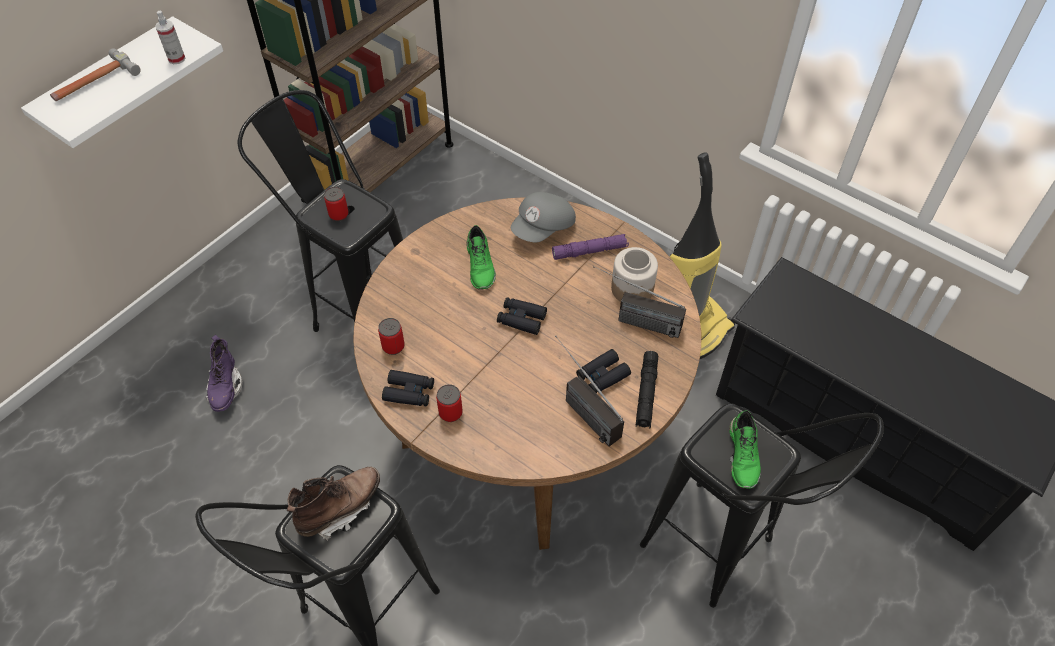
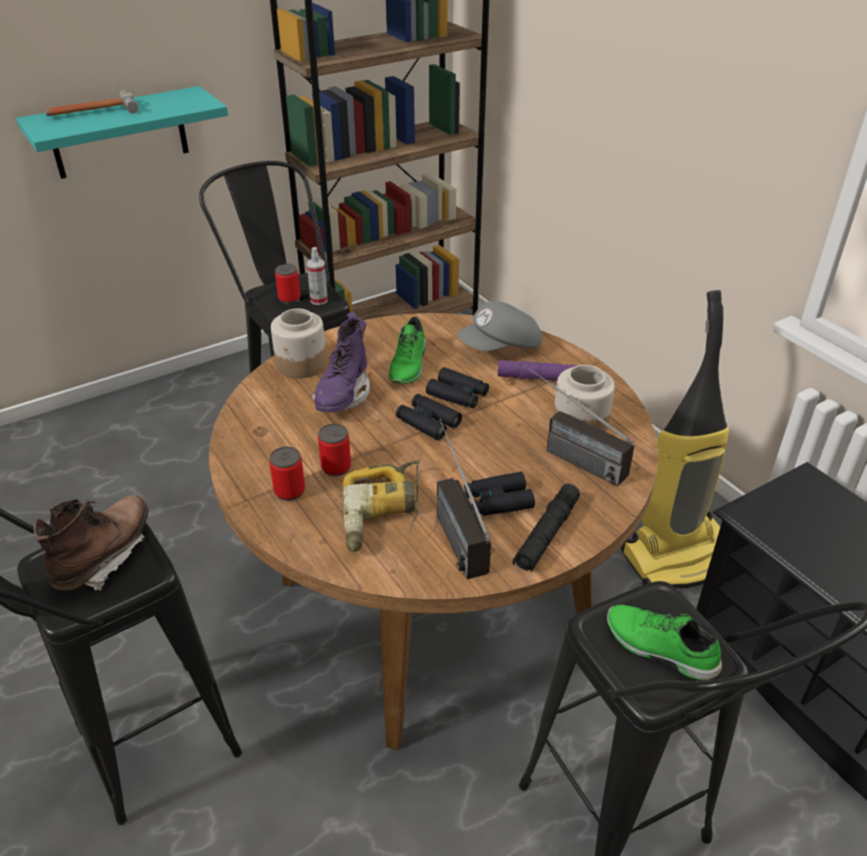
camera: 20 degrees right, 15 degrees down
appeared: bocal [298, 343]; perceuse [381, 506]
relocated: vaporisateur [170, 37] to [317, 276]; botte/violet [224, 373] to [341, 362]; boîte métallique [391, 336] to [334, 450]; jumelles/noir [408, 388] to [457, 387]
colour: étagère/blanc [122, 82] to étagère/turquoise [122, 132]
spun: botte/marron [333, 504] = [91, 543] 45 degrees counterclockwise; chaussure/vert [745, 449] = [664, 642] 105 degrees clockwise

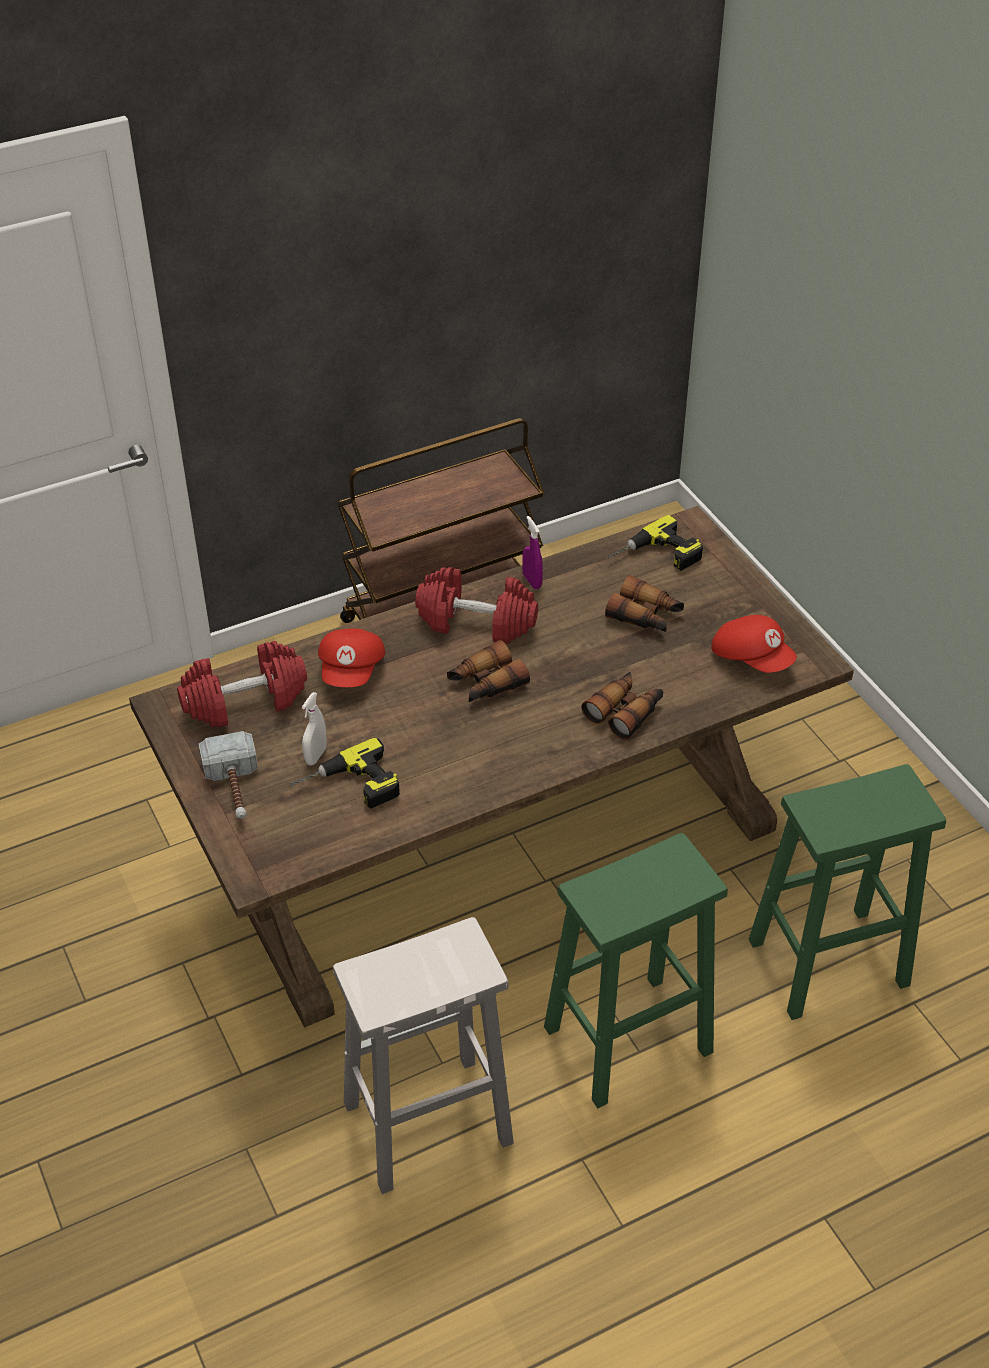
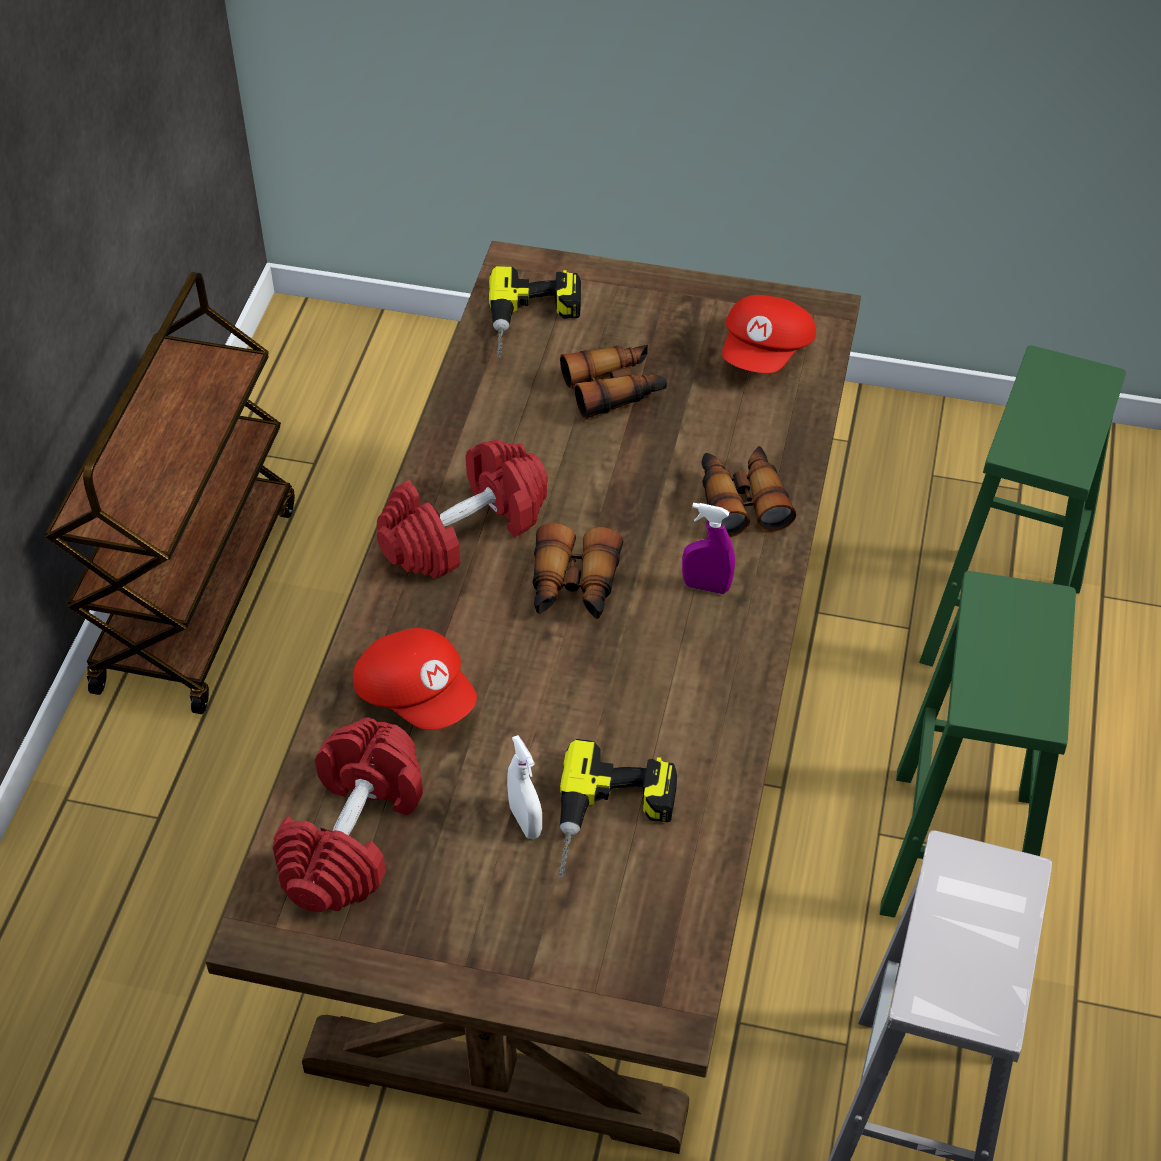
camera: 50 degrees left, 5 degrees up
missing: marteau [228, 774]
relocated: vaporisateur/violet [532, 552] to [708, 548]
spun: casquette/rouge [754, 644] = [769, 334] 120 degrees clockwise

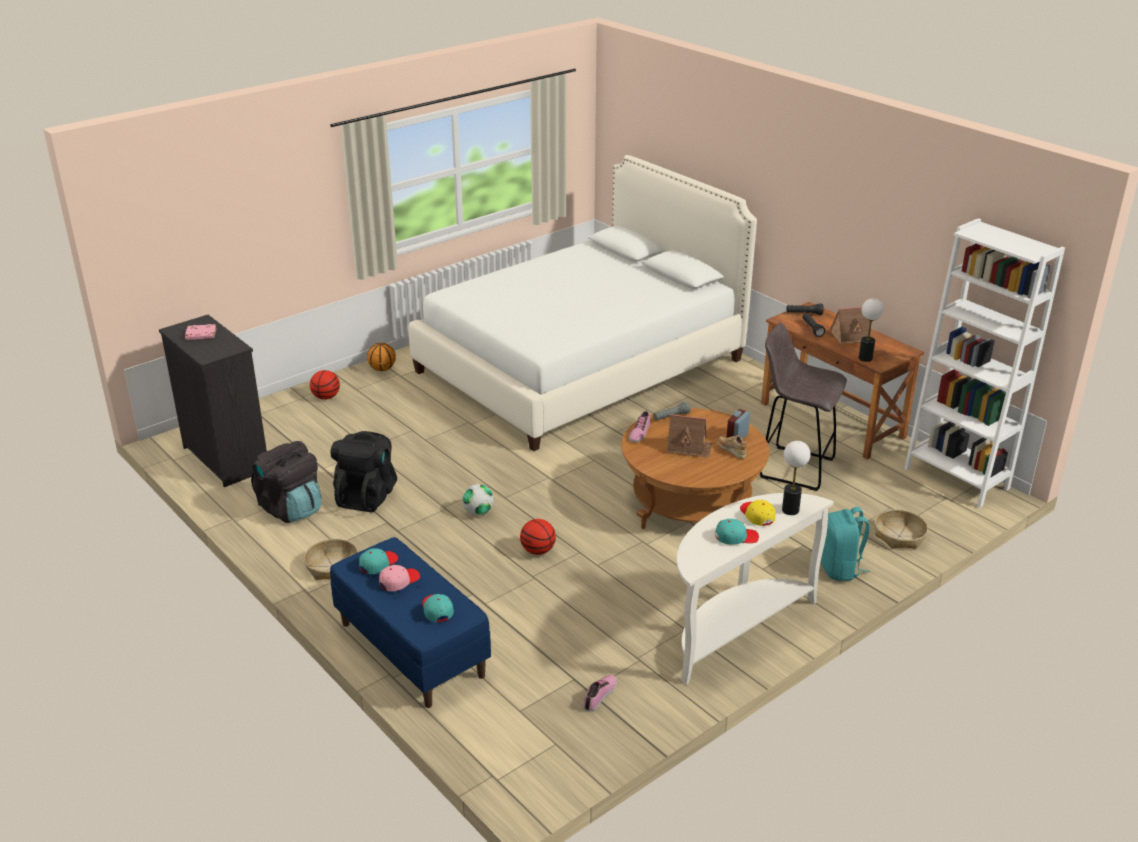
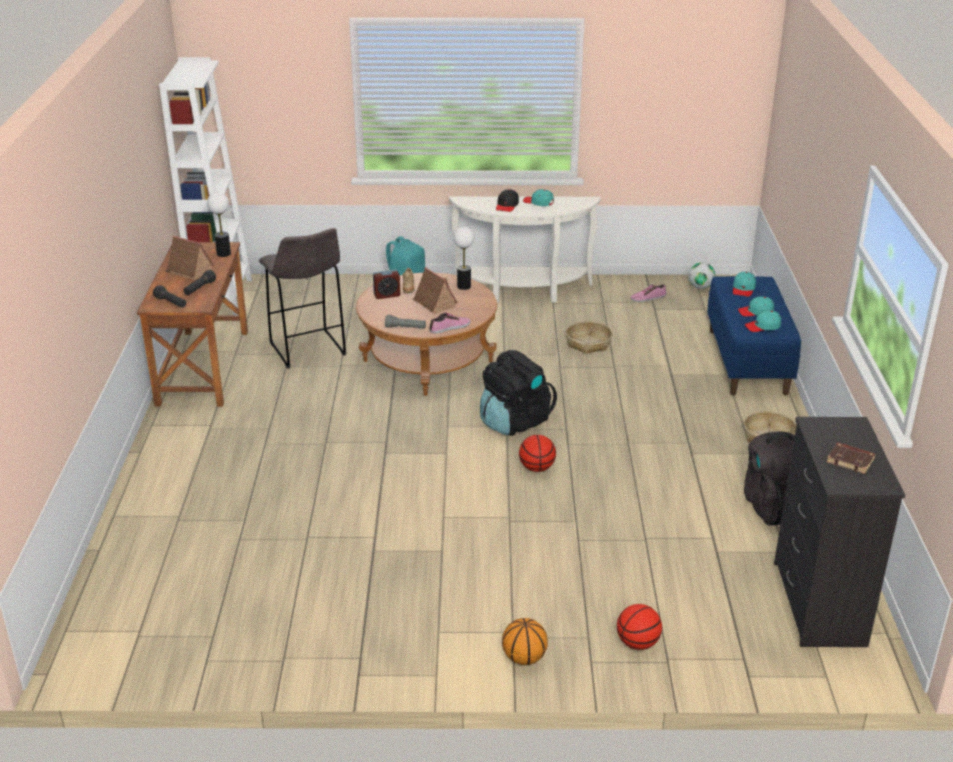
camera: 140 degrees left, 0 degrees up
missing: lit/blanc [583, 303]
relocated: sac à dos/noir [364, 471] to [518, 393]; ballon de foot [478, 500] to [701, 275]; ballon de basket [538, 537] to [537, 453]; lampe de table [796, 478] to [463, 258]; panier [901, 529] to [589, 337]
colour: livre/rose [201, 332] to livre/marron [851, 458]; casquette/rose [399, 578] to casquette/turquoise [756, 307]; casquette/jaune [758, 513] to casquette/noir [507, 200]

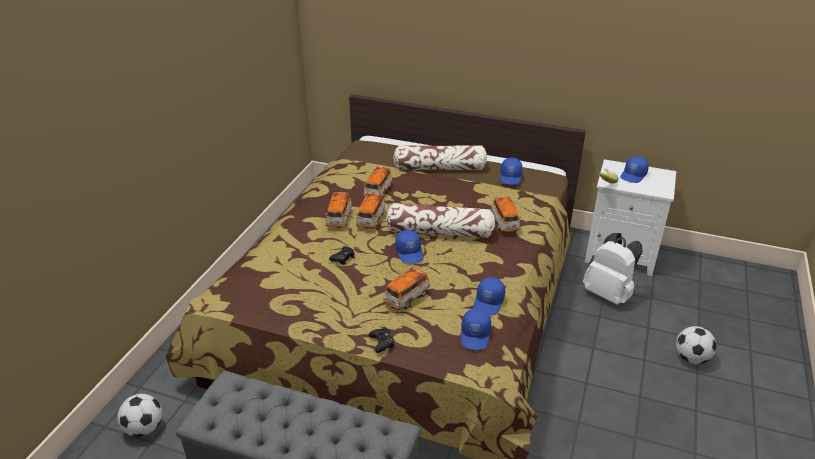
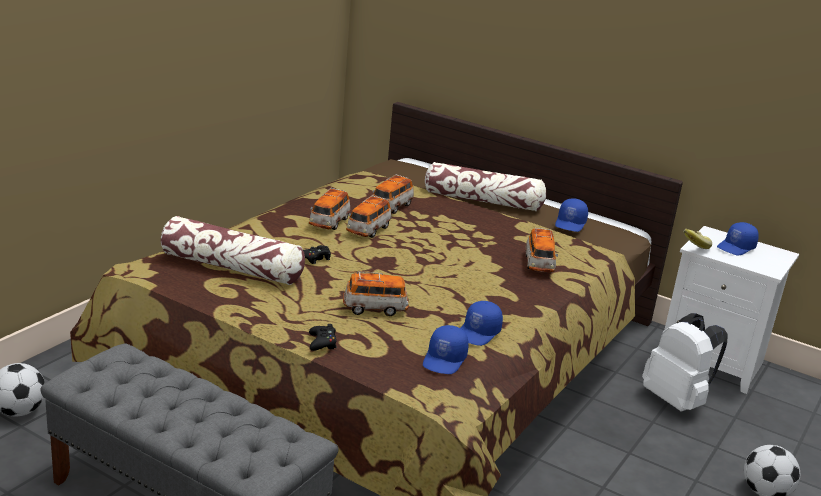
camera: 10 degrees right, 10 degrees down
missing: casquette/bleu [409, 247]
relocated: coussin [440, 220] to [233, 250]
spun: petite voiture [406, 288] = [376, 293] 150 degrees counterclockwise

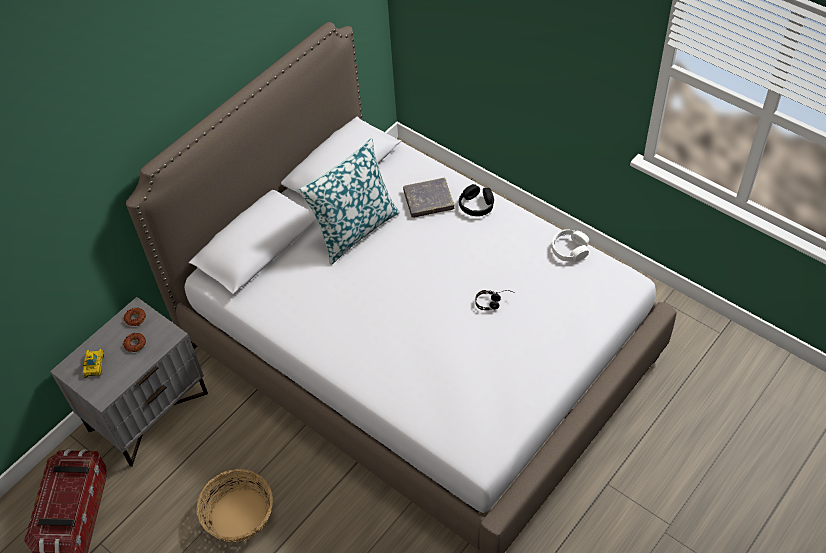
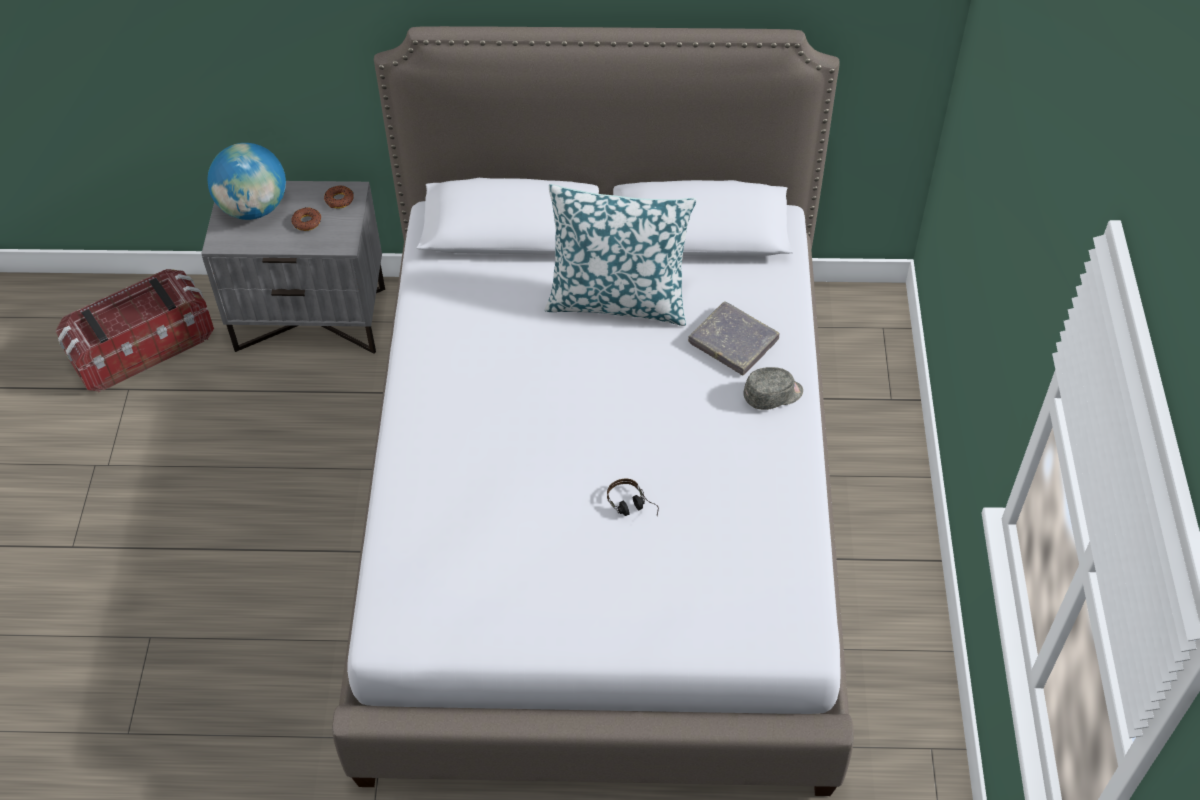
camera: 50 degrees right, 0 degrees up
missing: panier [235, 505]; casque audio/blanc [570, 245]
exchanged: petite voiture [93, 363] to globe [247, 181]; casque audio/noir [476, 200] to casquette/gris [773, 388]

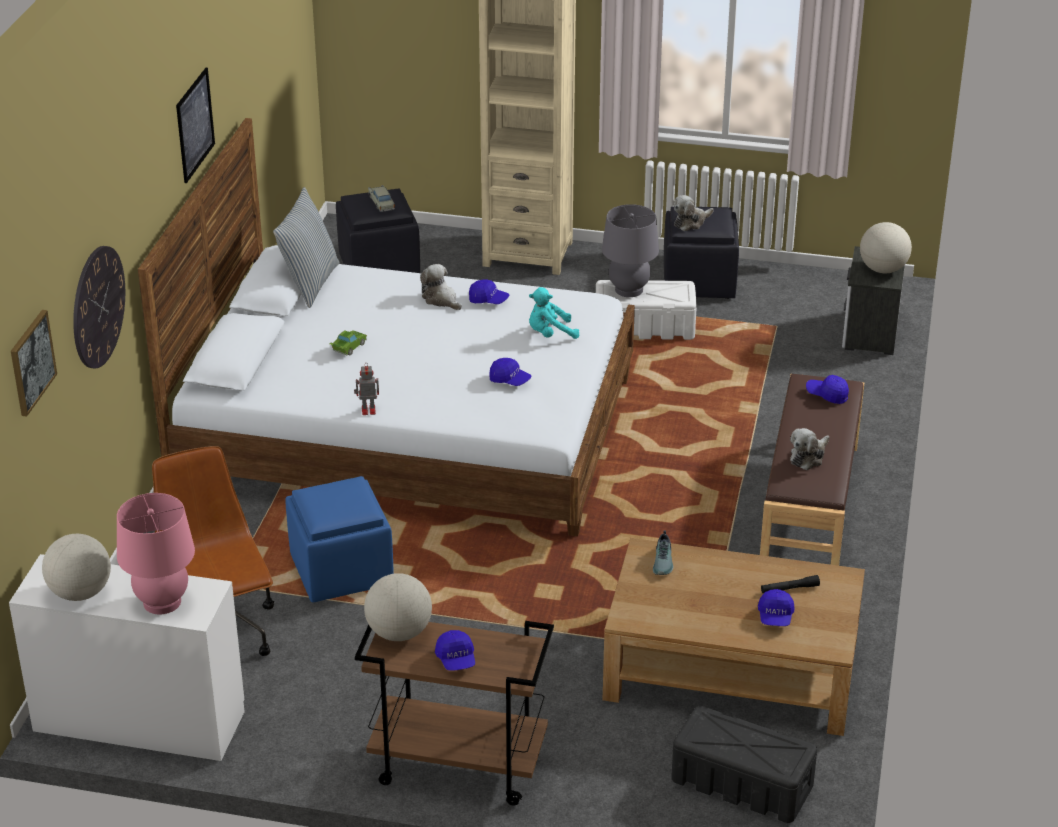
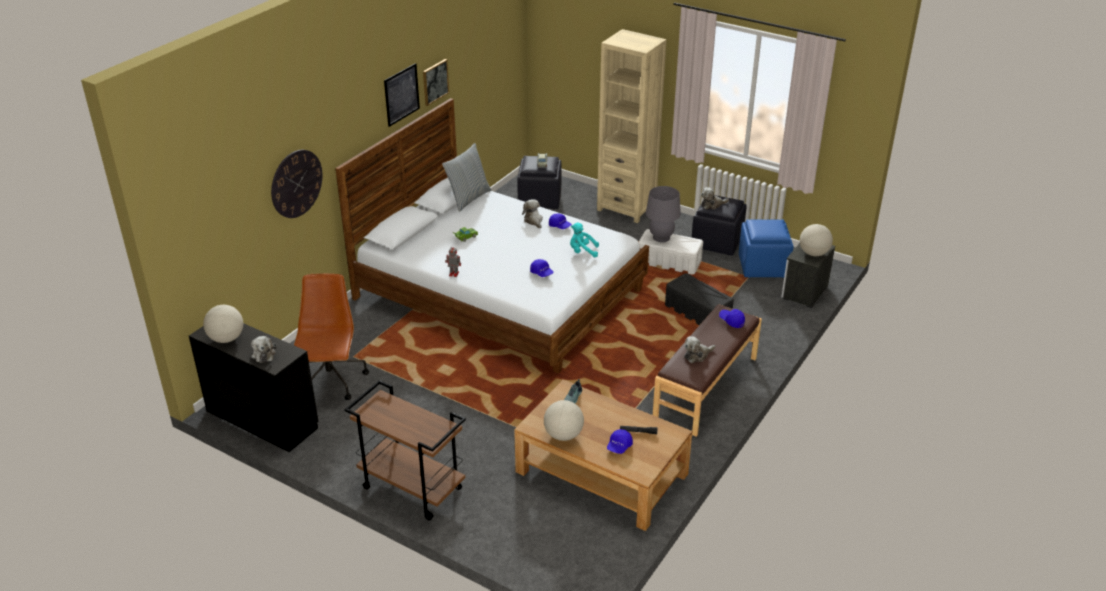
camera: 20 degrees right, 0 degrees up
missing: casquette/bleu [455, 650]
relocated: tableau [34, 363] to [436, 82]; pouf/bleu [339, 539] to [766, 248]; globe [398, 607] to [564, 420]; boîte de rangement/noir [744, 764] to [699, 299]
exchanged: lampe de table/rose [156, 553] to peluche [263, 349]
colour: bureau/blanc [127, 657] to bureau/noir [253, 387]

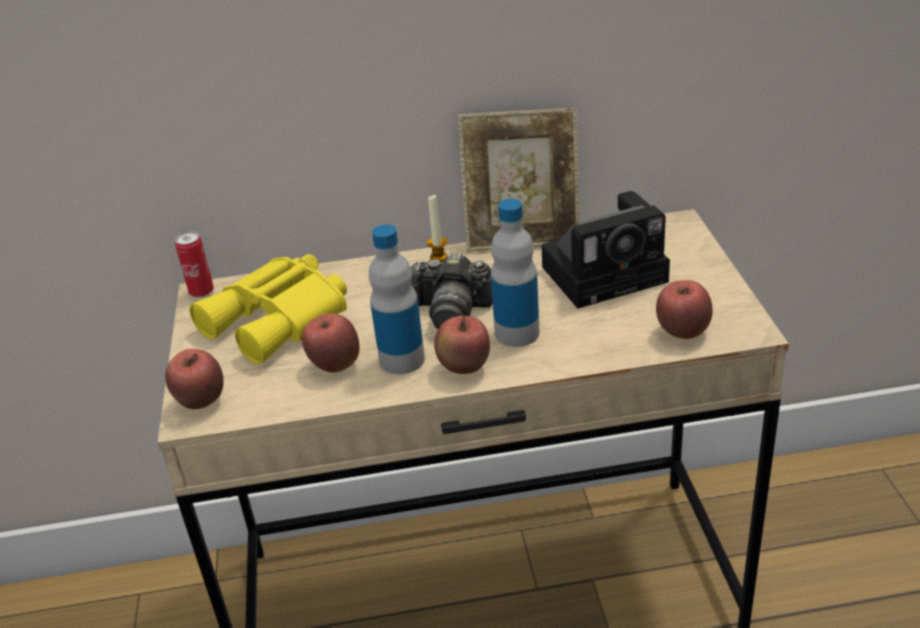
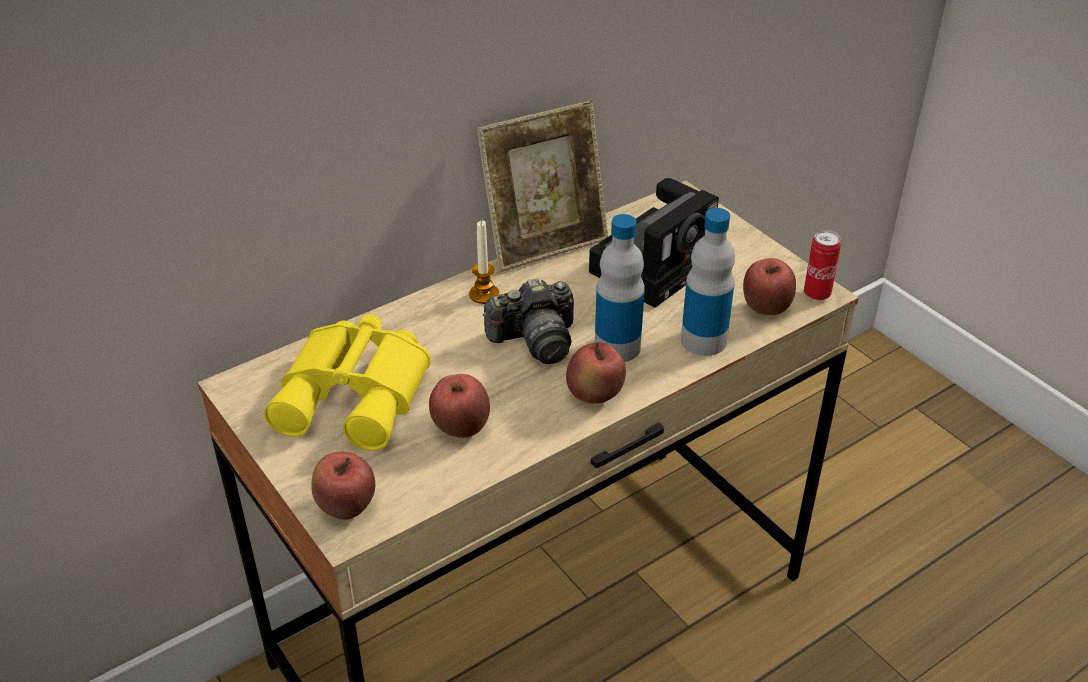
camera: 30 degrees left, 5 degrees up
relocated: boîte métallique [194, 264] to [822, 265]; bouteille [397, 299] to [708, 282]

